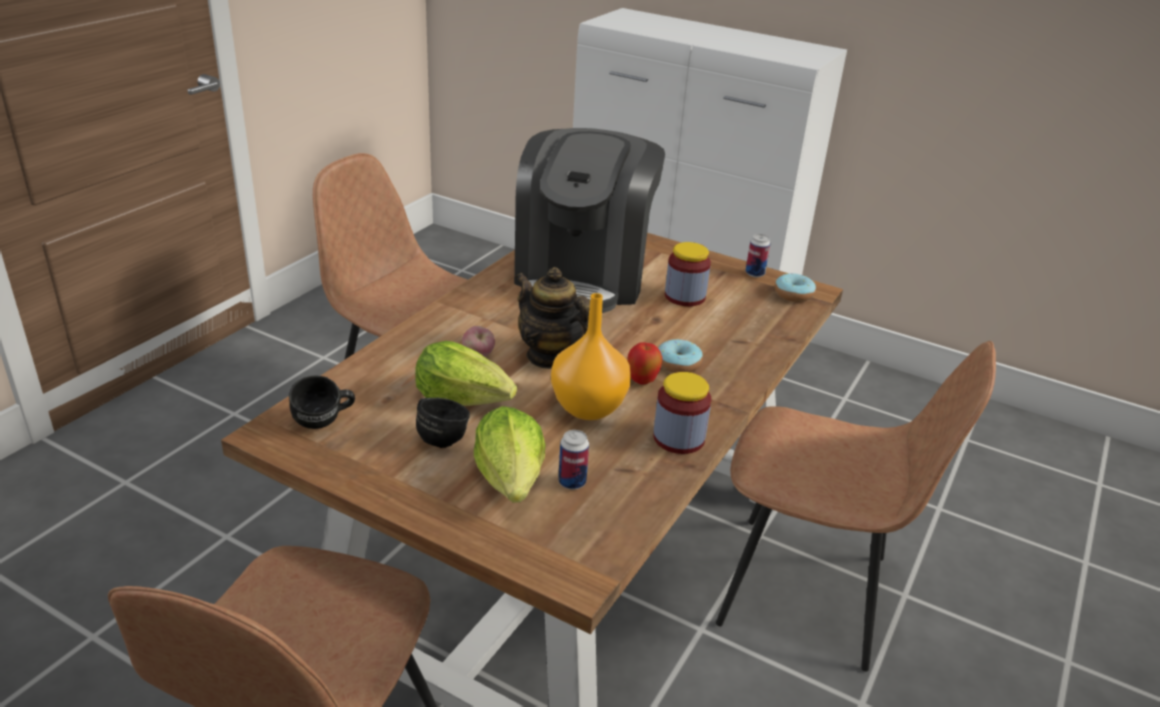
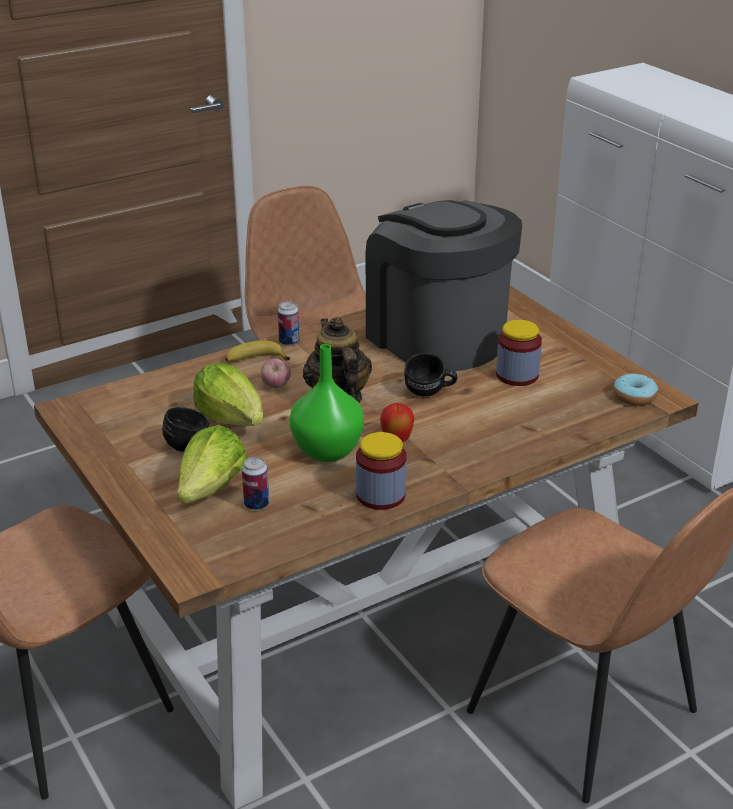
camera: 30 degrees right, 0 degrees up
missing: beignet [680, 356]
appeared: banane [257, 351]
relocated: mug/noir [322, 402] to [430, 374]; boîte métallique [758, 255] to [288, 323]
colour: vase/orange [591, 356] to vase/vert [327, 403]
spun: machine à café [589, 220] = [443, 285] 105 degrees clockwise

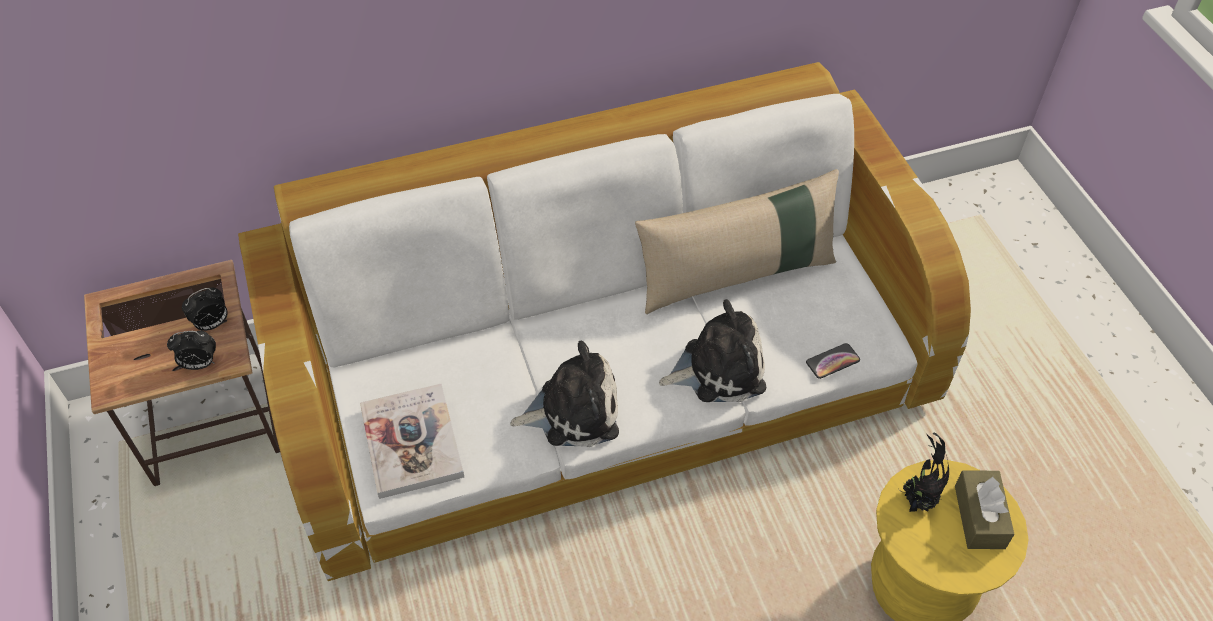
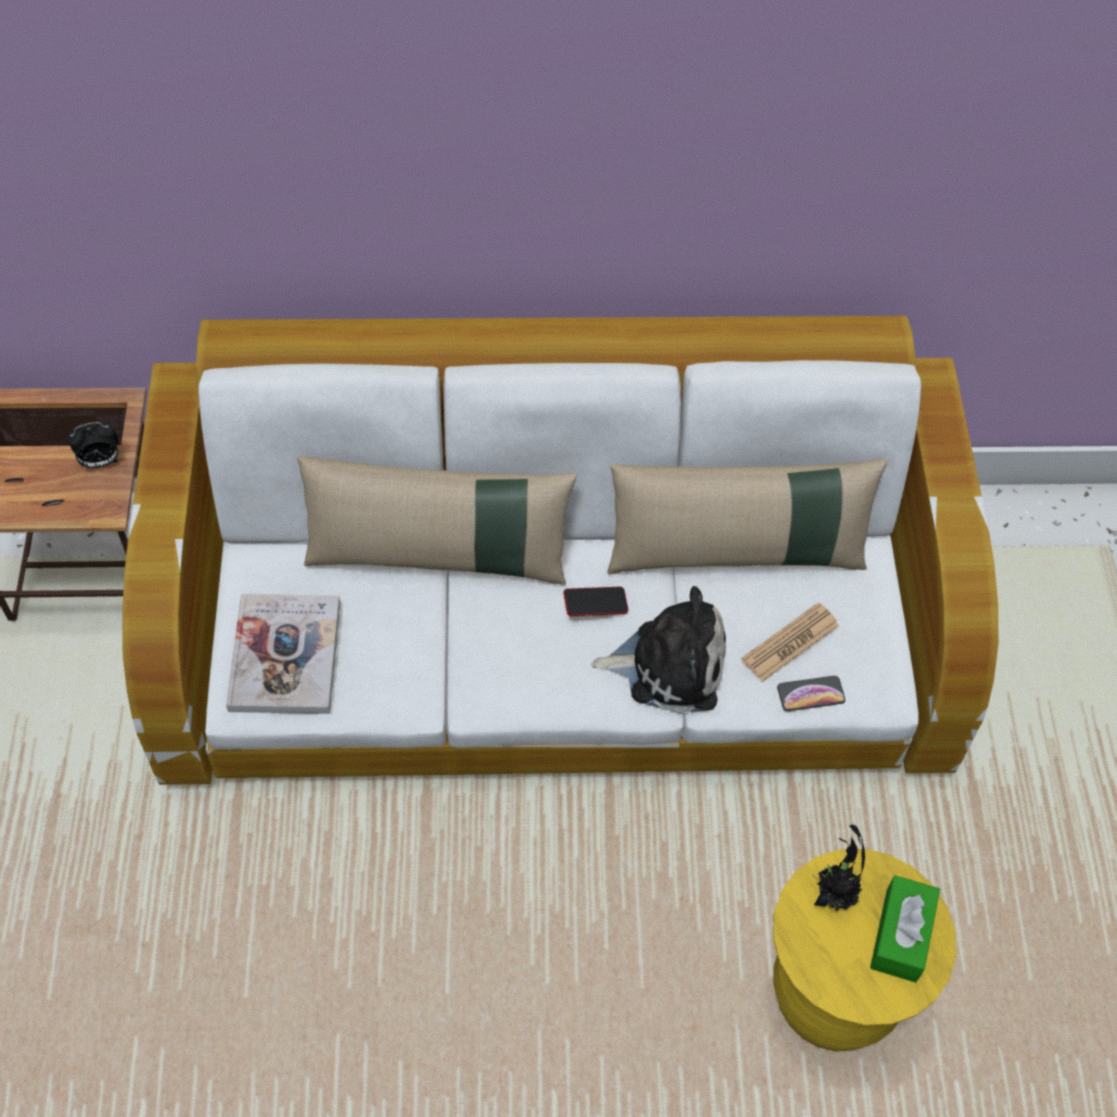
camera: 15 degrees right, 5 degrees up
missing: réveil [191, 350]; peluche [564, 394]
appeared: coussin/beige [436, 520]; téléphone [596, 601]; journal [790, 642]
colour: boîte à mouchoirs/marron [985, 509] to boîte à mouchoirs/vert [905, 929]

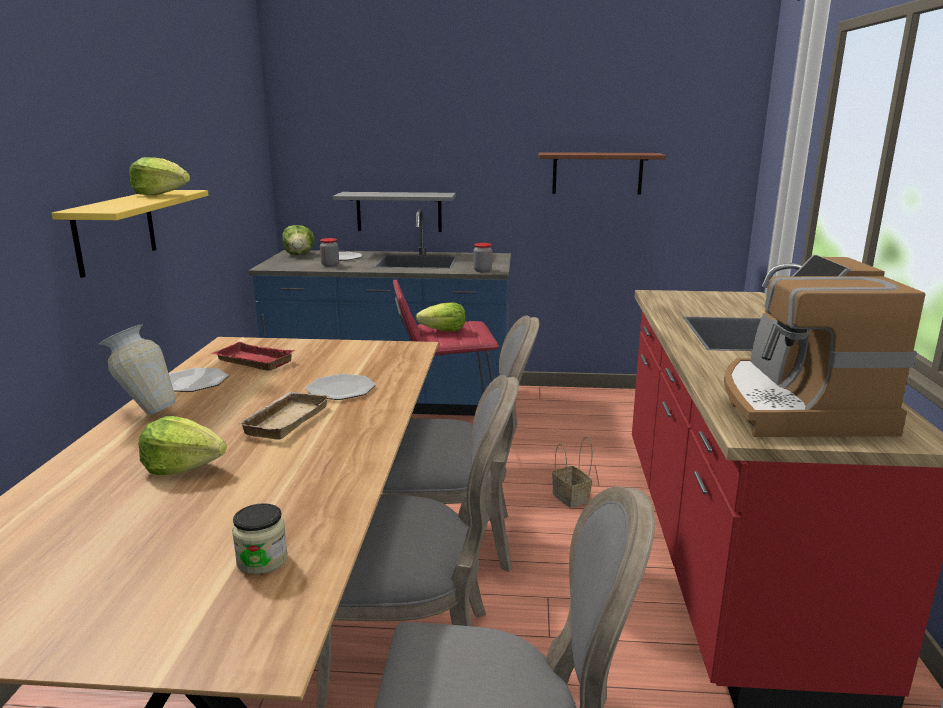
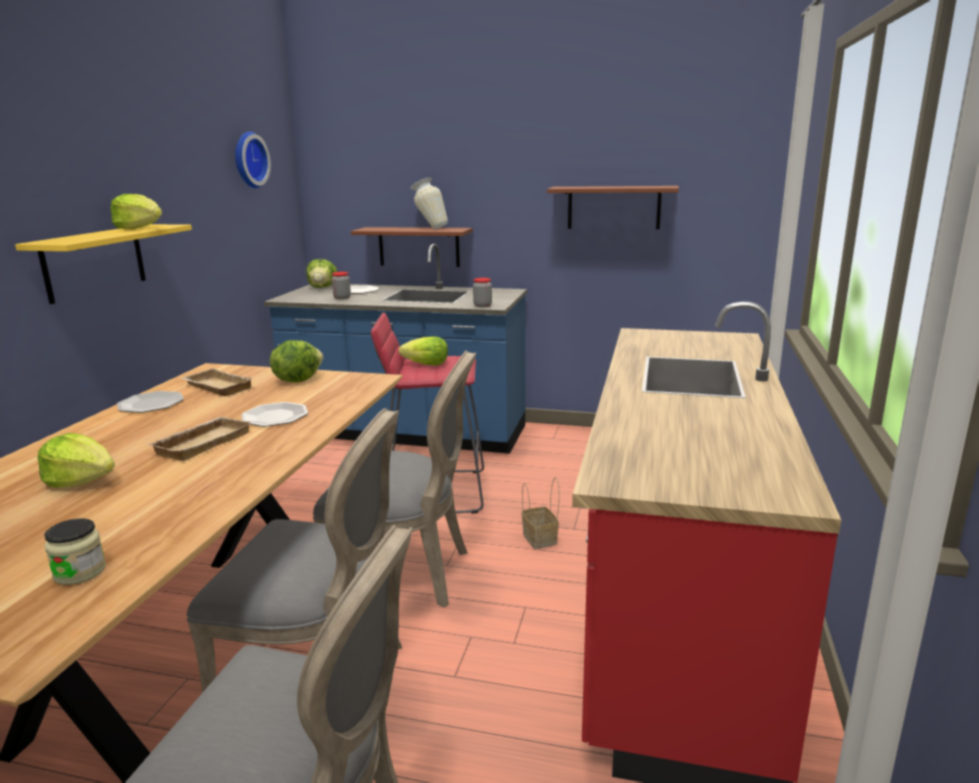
camera: 10 degrees right, 0 degrees up
missing: machine à café [825, 346]
appeared: horloge murale [253, 160]; laitue [296, 361]
relocated: vase [137, 370] to [429, 203]
colour: plateau/rouge [253, 356] to plateau/beige [217, 382]; étagère/gris [394, 212] to étagère/marron [412, 247]

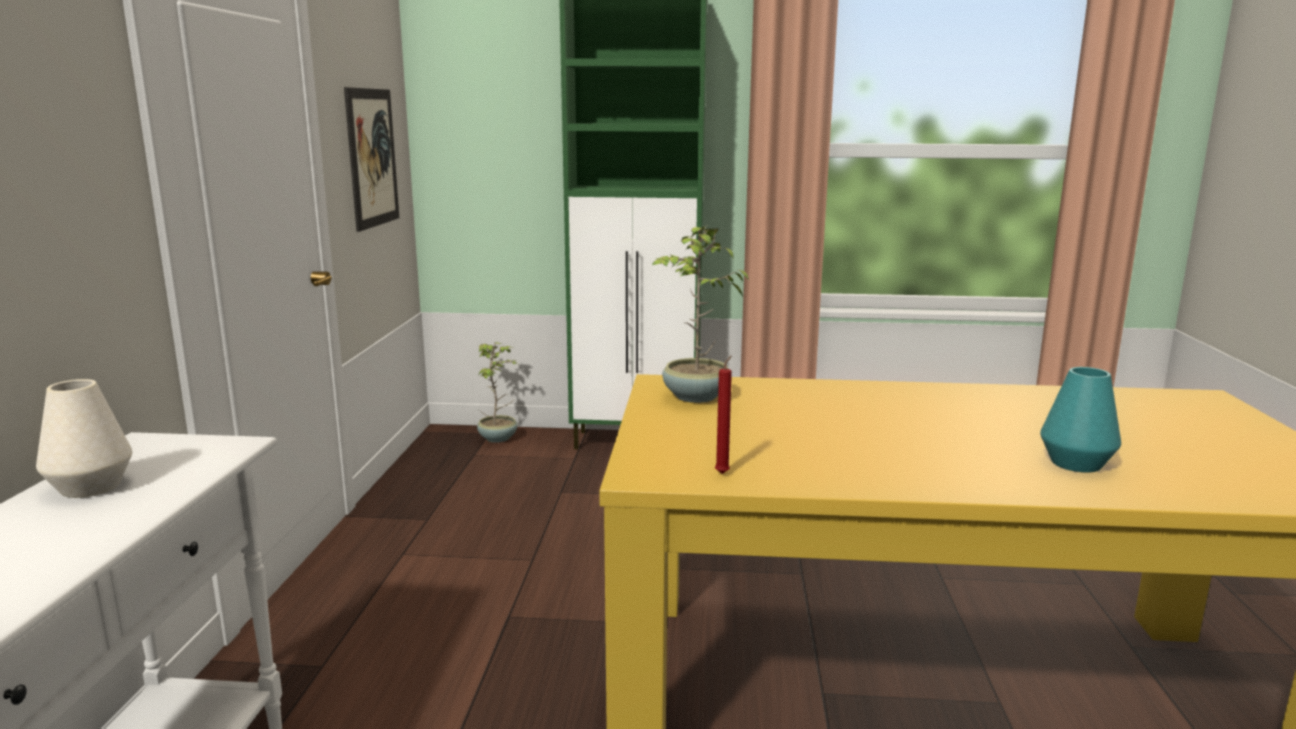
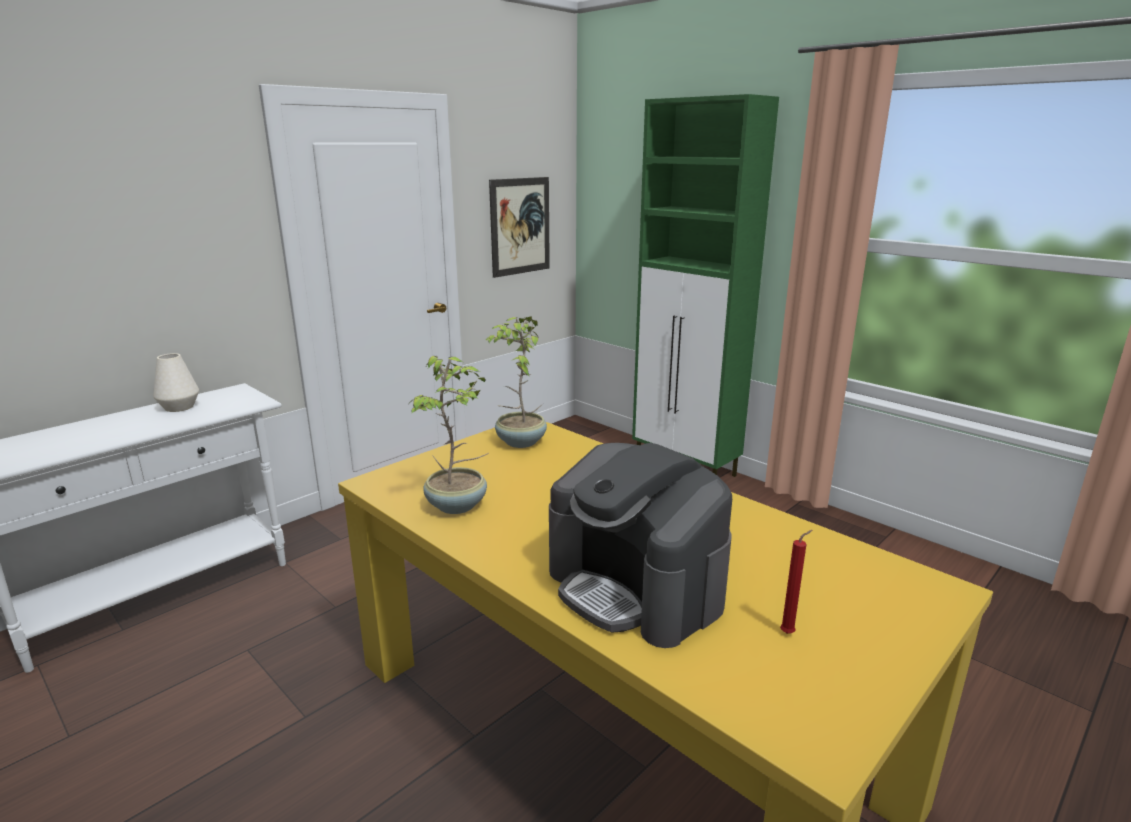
camera: 40 degrees right, 5 degrees up
relocated: plante en pot [498, 392] to [449, 435]; bougie/rouge [723, 414] to [796, 582]
exchanged: vase/turquoise [1080, 420] to machine à café [640, 545]

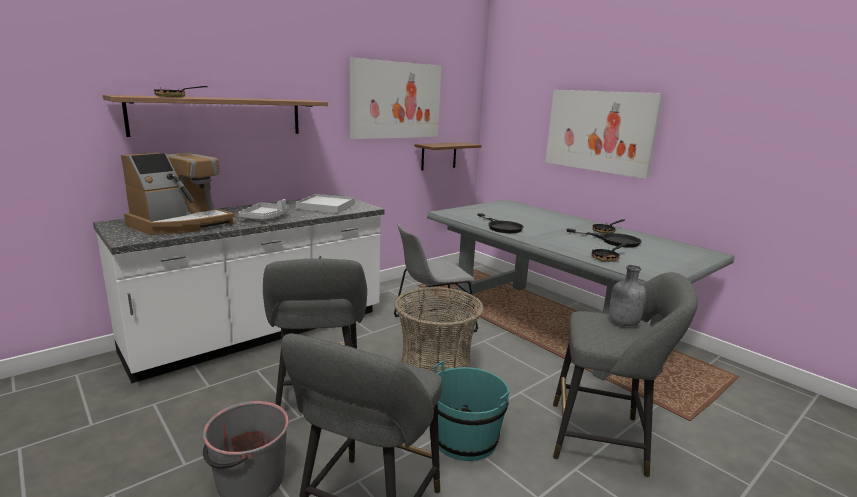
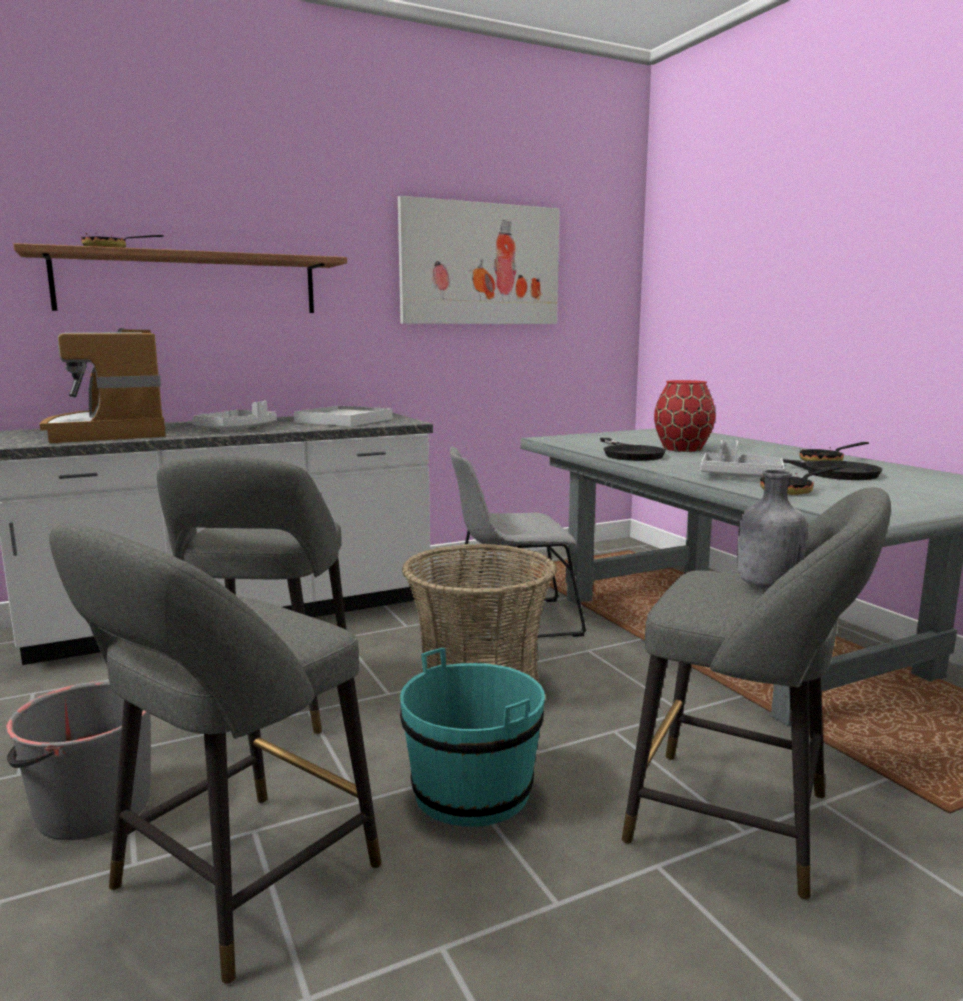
camera: 15 degrees right, 5 degrees down
missing: étagère/marron [448, 156]; tableau [604, 134]
appeared: vase/rouge [684, 416]; plateau/gris [742, 459]
spun: machine à café [178, 194] = [103, 385] 105 degrees clockwise

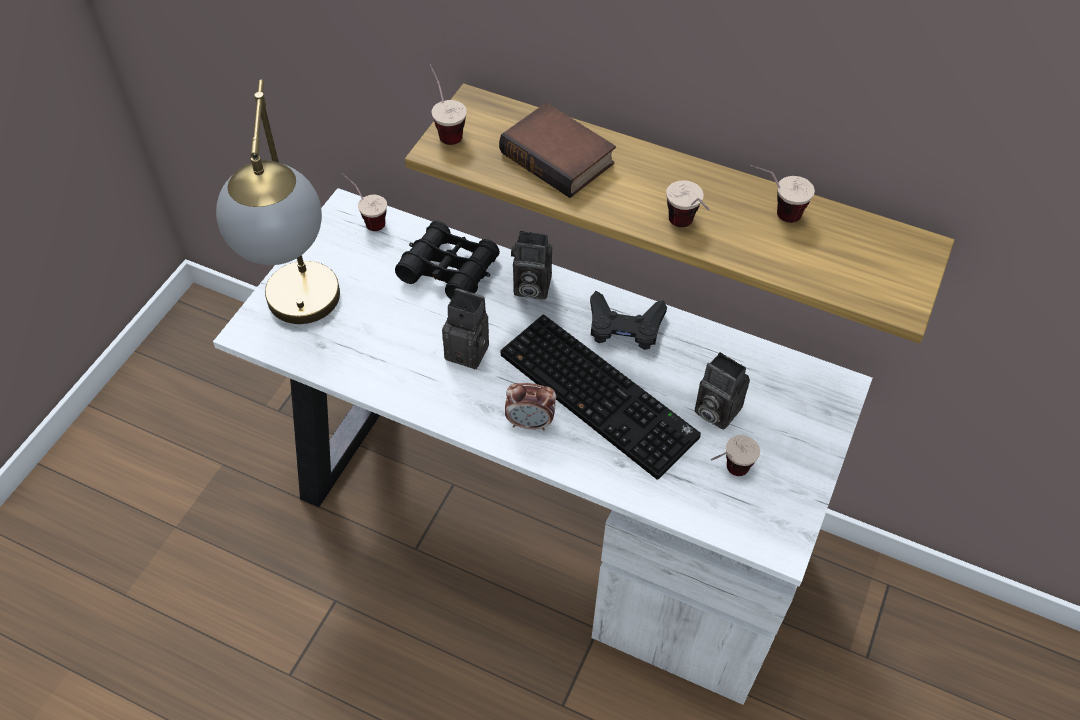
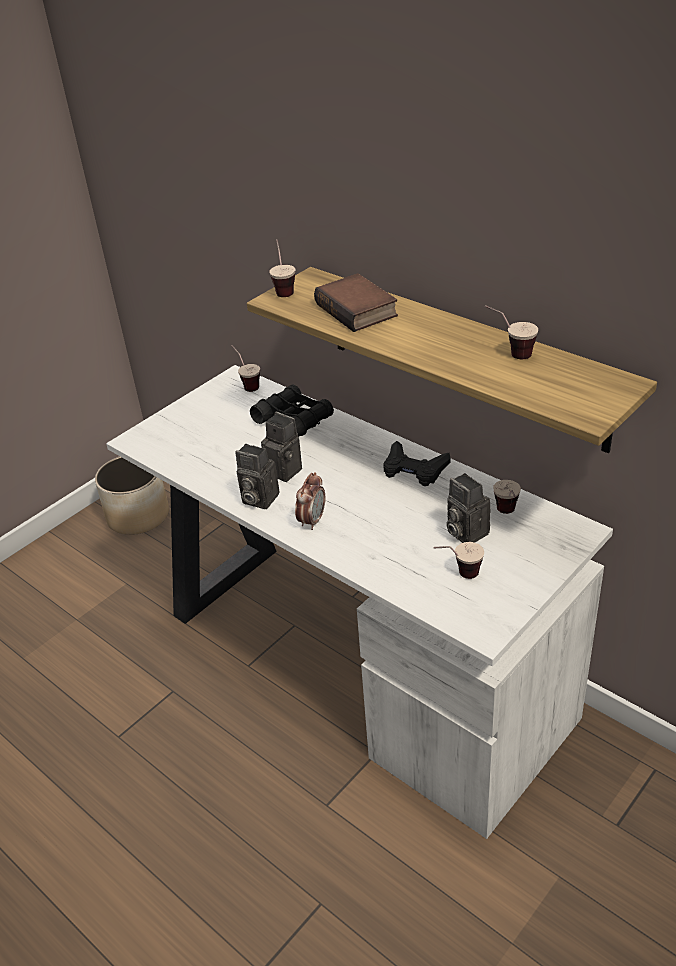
camera: 20 degrees right, 15 degrees down
missing: lampe de table [278, 202]; clavier [600, 397]
appeared: cache-pot [132, 496]
relocated: appareil photo [531, 265] to [257, 476]; tasse [688, 203] to [507, 497]
spun: réveil [530, 406] = [310, 501] 90 degrees counterclockwise

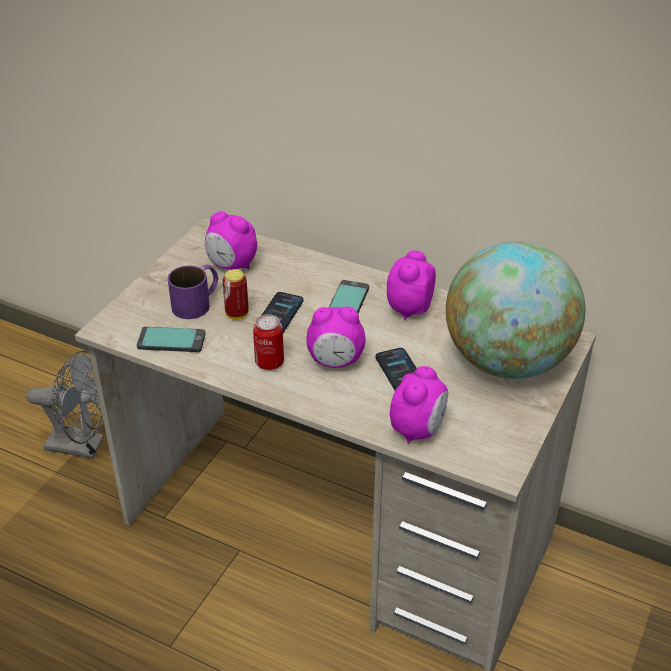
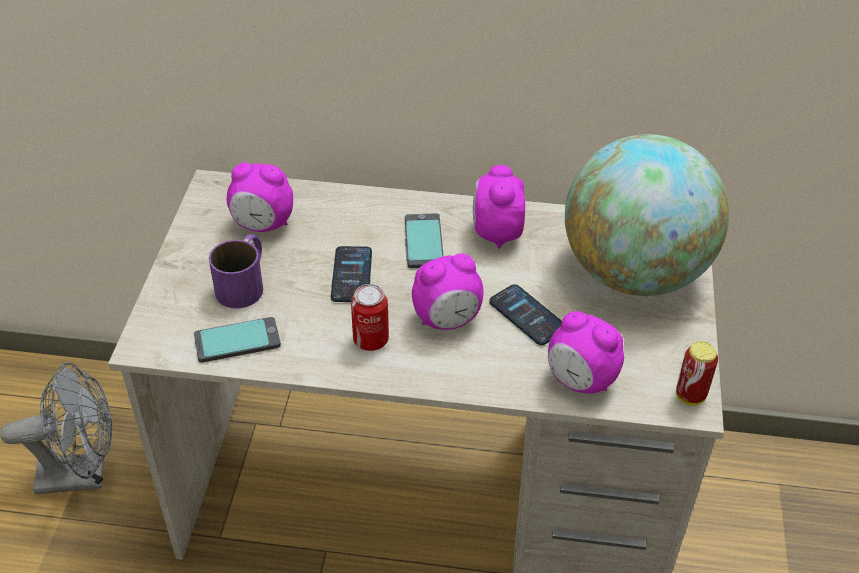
camera: 20 degrees left, 5 degrees up
relocated: boîte métallique [235, 294] to [697, 373]
spun: réveil [419, 404] = [586, 352] 120 degrees clockwise

